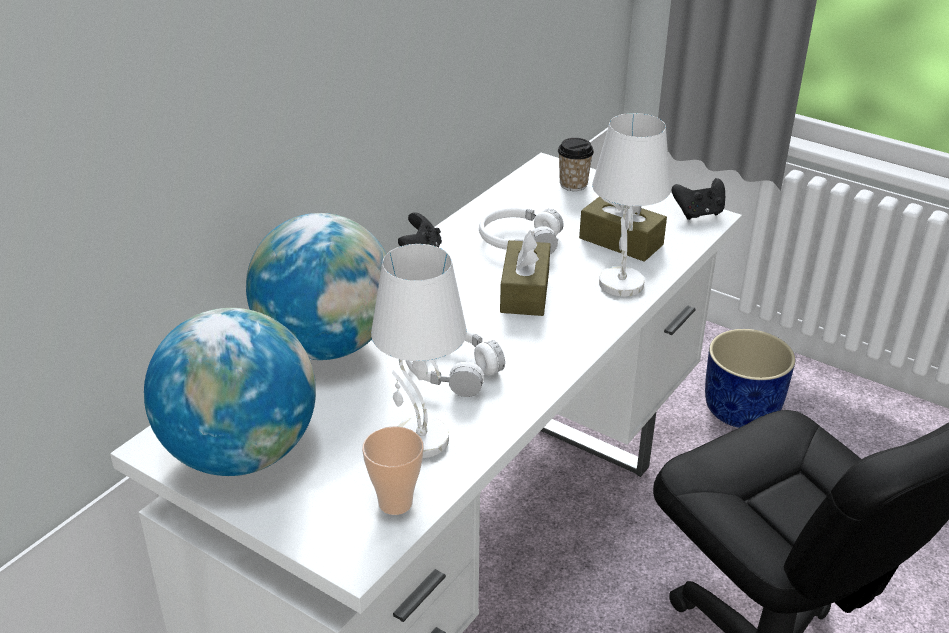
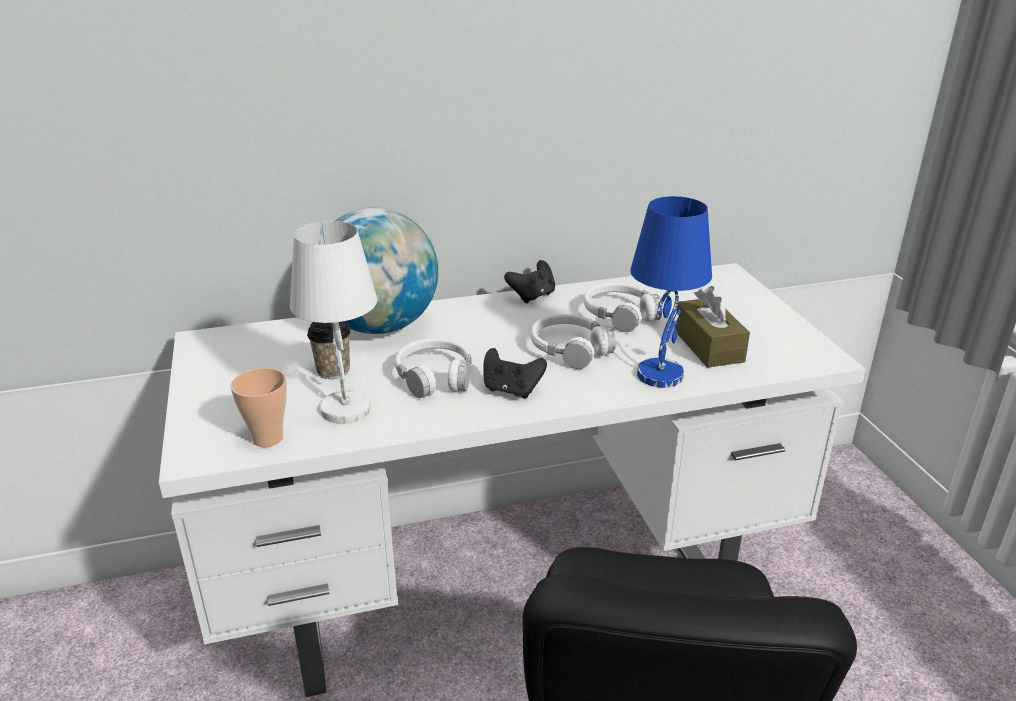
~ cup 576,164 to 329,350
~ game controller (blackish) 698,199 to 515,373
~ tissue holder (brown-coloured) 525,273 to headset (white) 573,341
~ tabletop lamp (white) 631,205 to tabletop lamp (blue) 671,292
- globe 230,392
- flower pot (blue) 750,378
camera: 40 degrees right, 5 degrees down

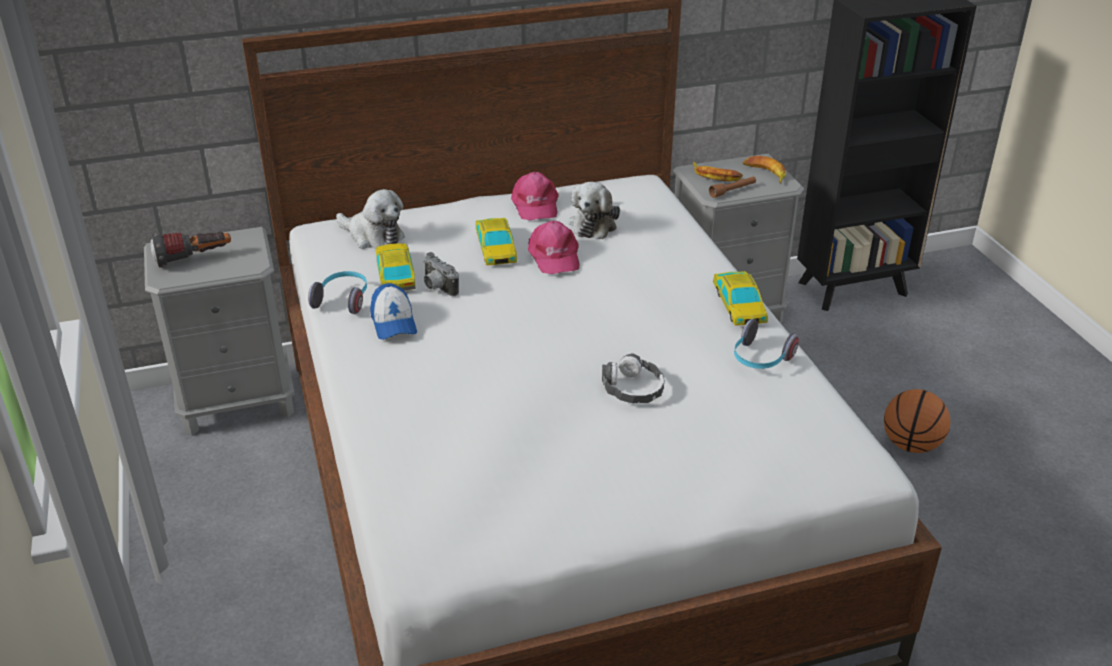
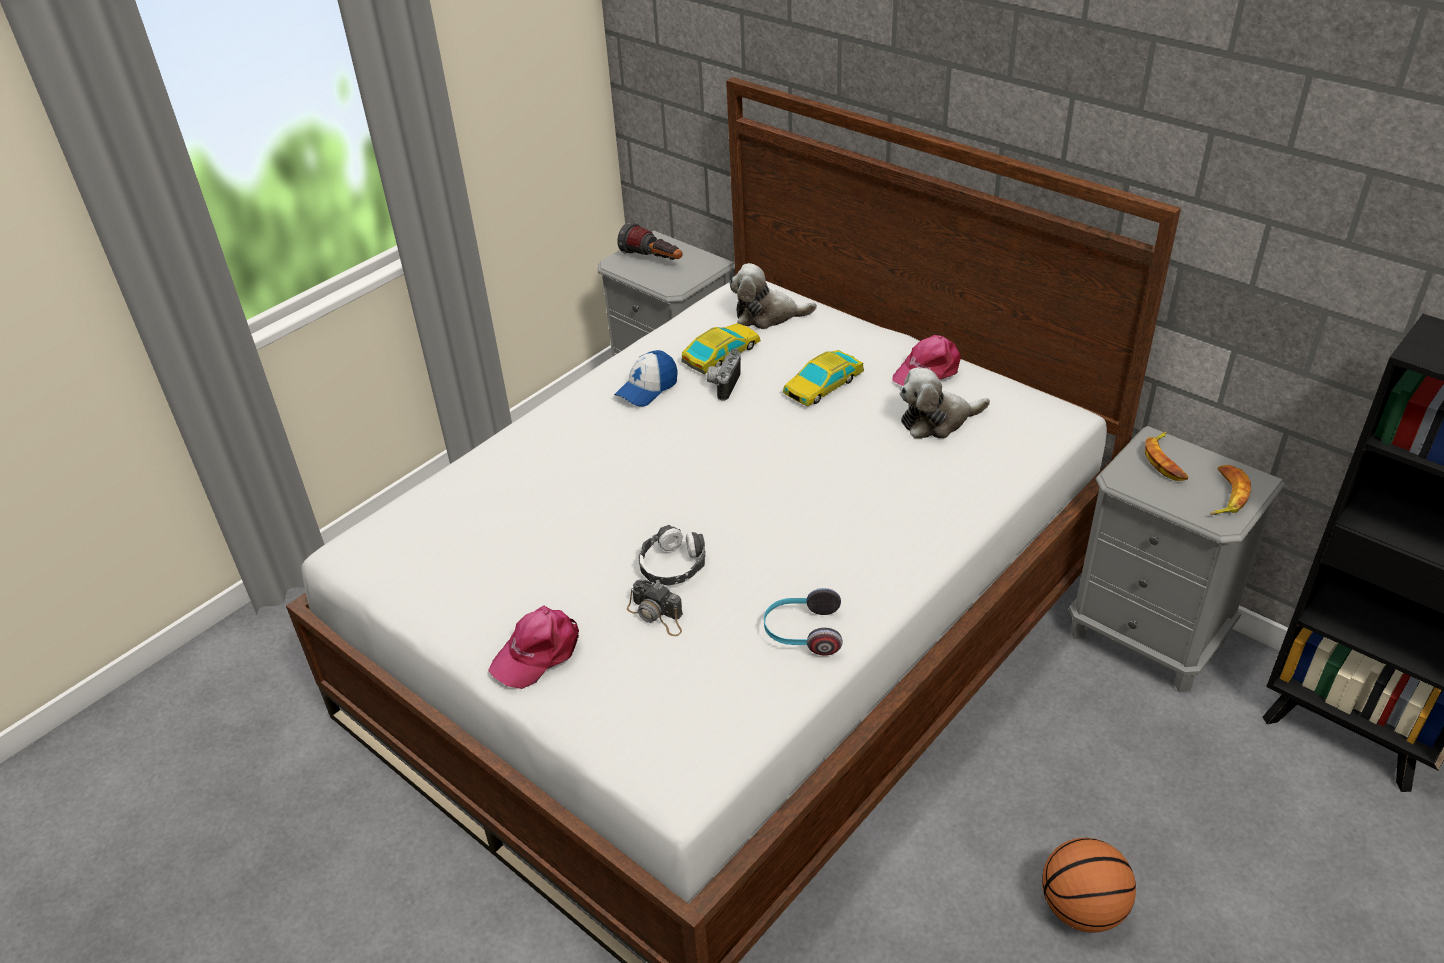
~ cap (pink) 554,247 to 533,647
+ still camera 655,608
~ soft toy 370,219 = 773,296 90 degrees clockwise
- headset 337,292
- hand torch (brown-coloured) 732,187
- miniature car 740,298
camera: 60 degrees right, 5 degrees up

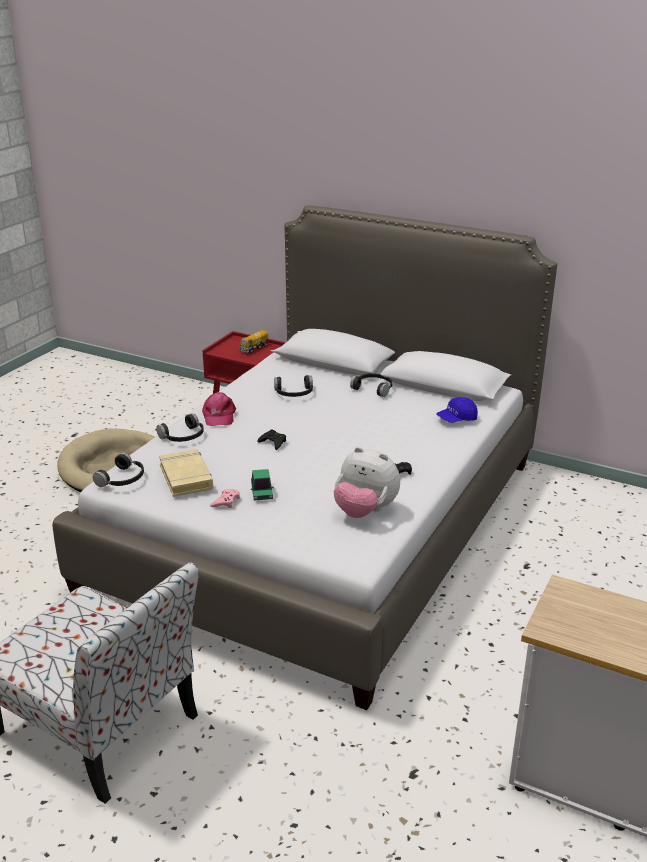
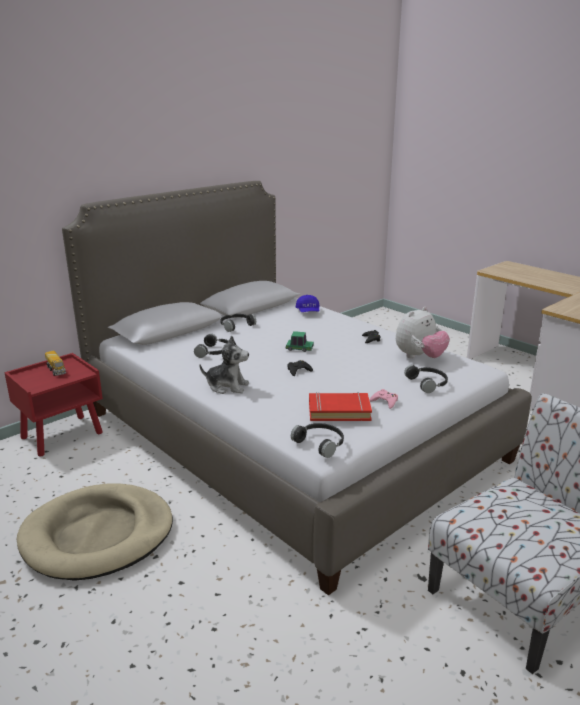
~ cap (pink) 219,409 to soft toy 224,365
~ miniature car 262,485 to 299,341
~ volume (beige) 186,473 to volume (red-coloured) 340,406
~ headset (blackish) 180,427 to 426,379
camera: 70 degrees left, 5 degrees down

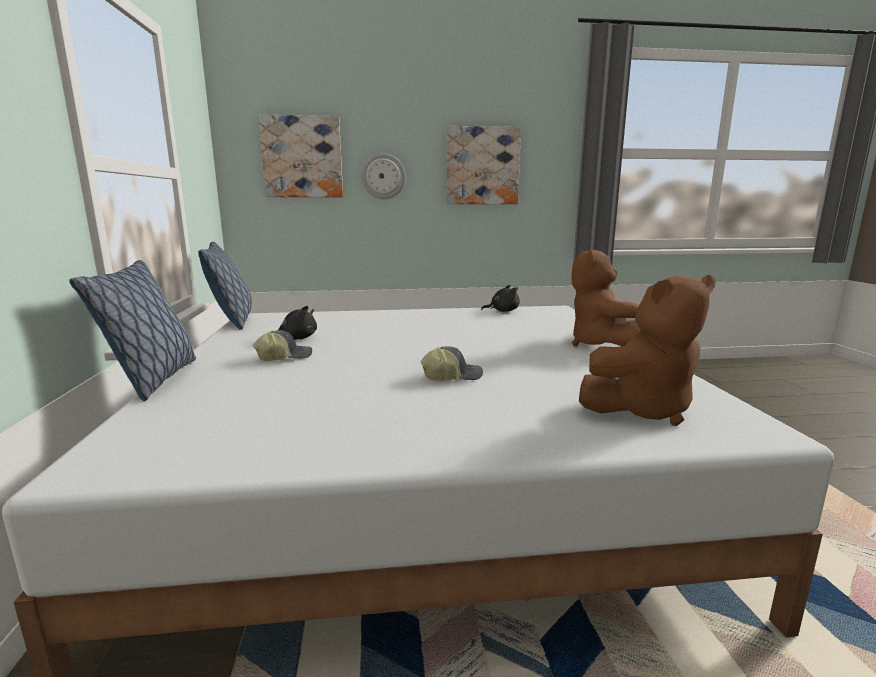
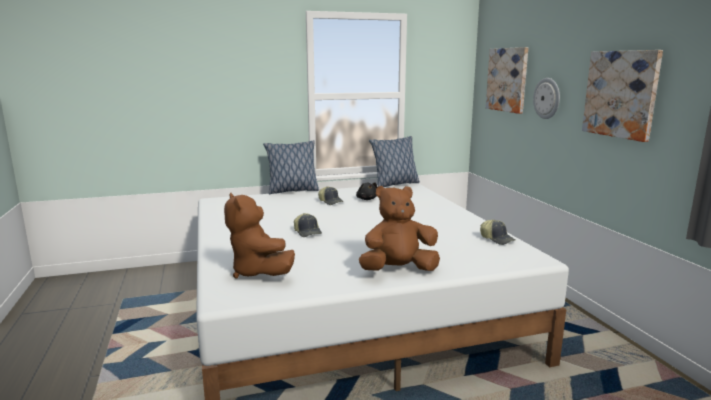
~ soft toy (blackish) 500,298 to cap 497,232
camera: 80 degrees right, 0 degrees up

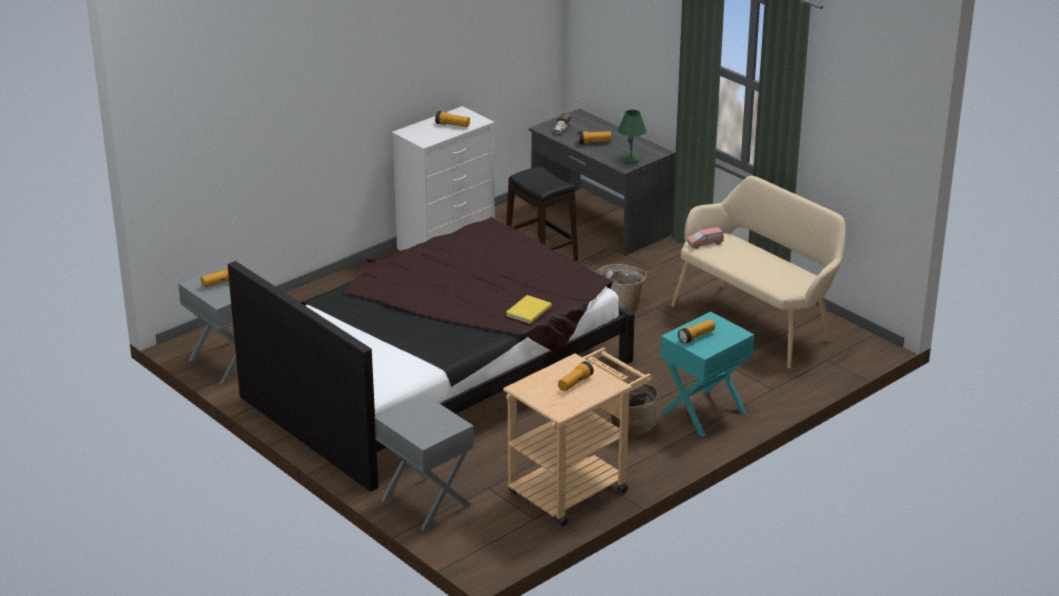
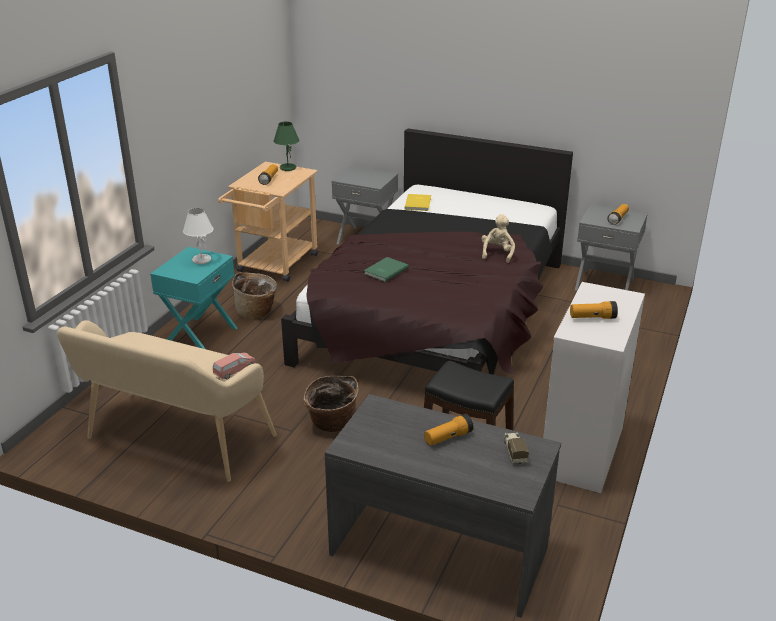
~ hand torch 696,331 to tabletop lamp (white) 198,236
~ tabletop lamp (green-coloured) 632,136 to 286,146
+ volume (green-coloured) 386,269
~ volume (yellow-coloured) 529,309 to 417,202
+ soft toy (beige) 498,238
camera: 155 degrees right, 0 degrees up

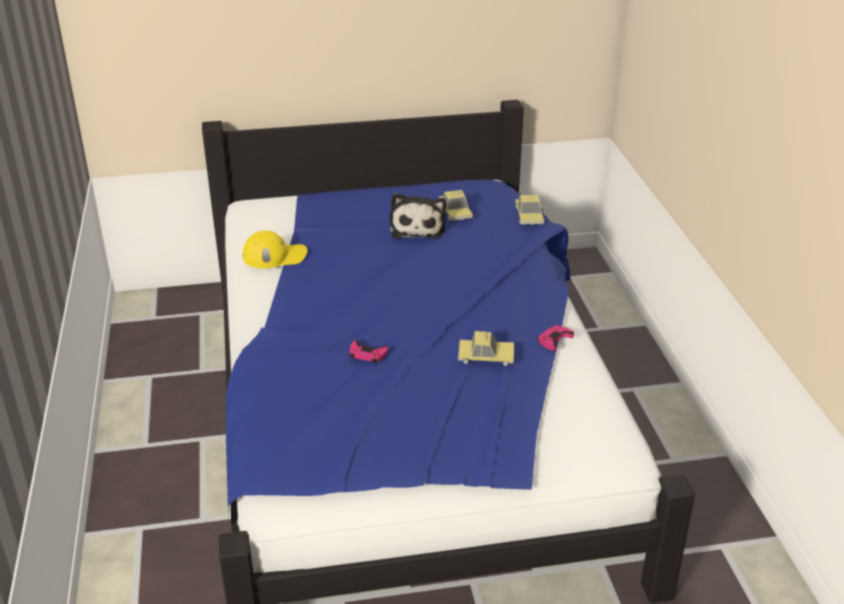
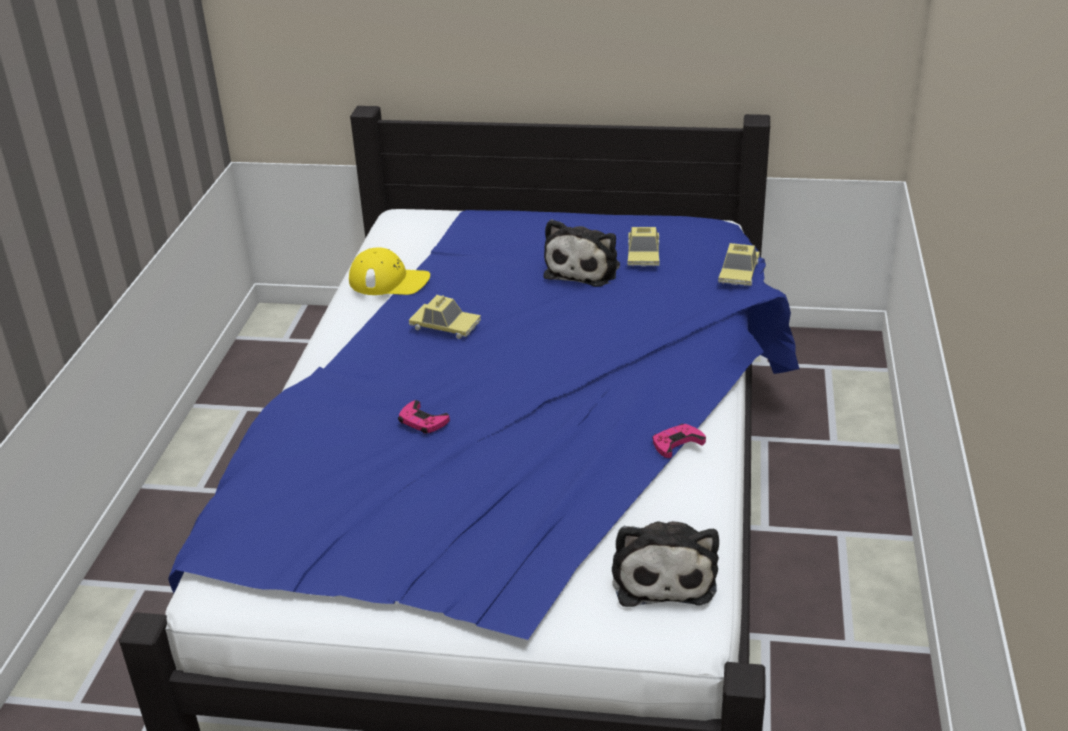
~ miniature car 486,348 to 445,317
+ soft toy 665,564
camera: 20 degrees right, 0 degrees up

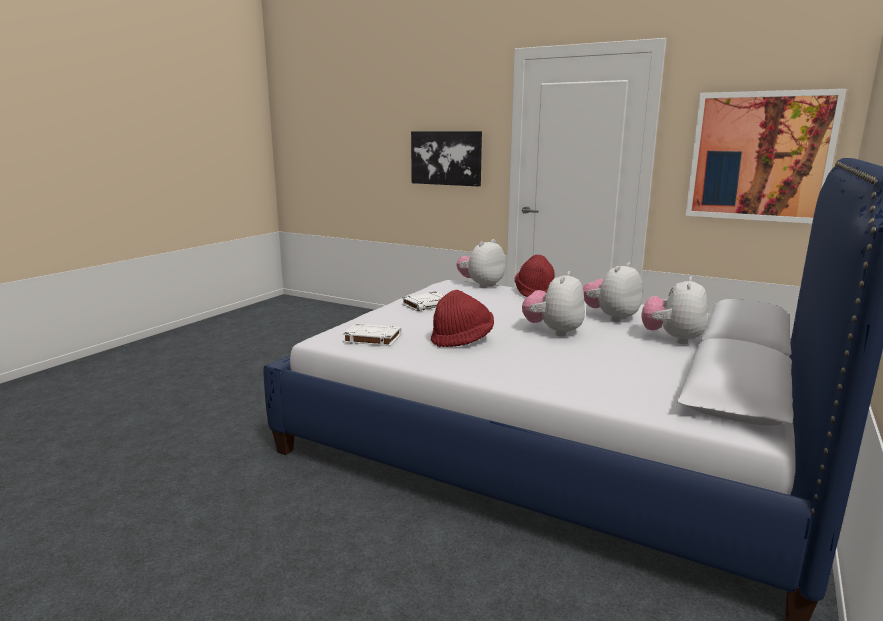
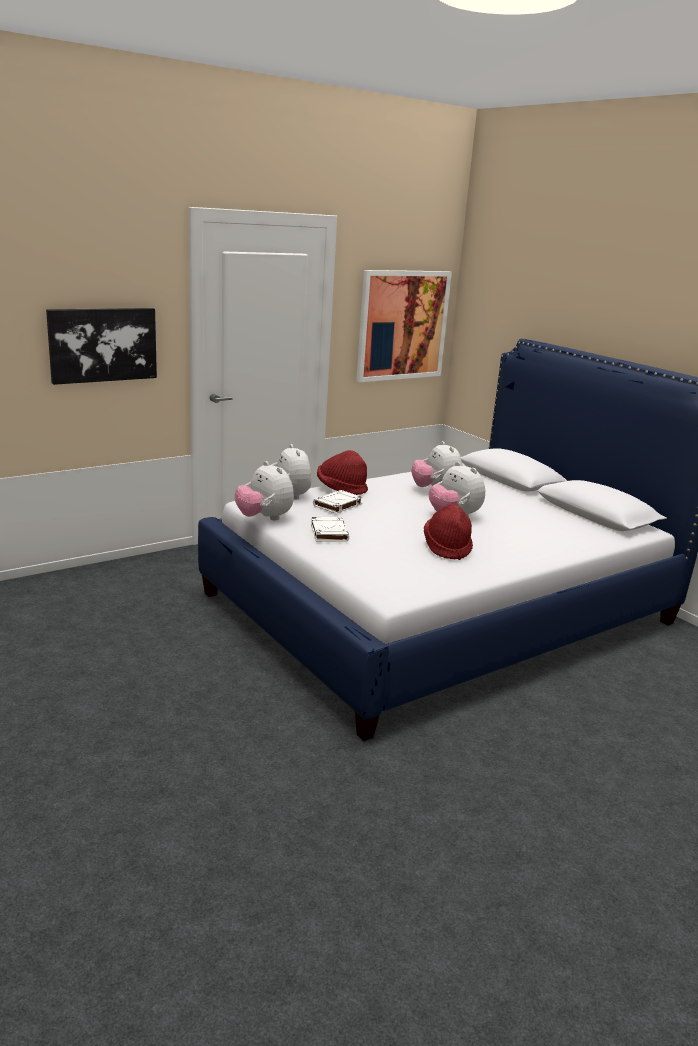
~ soft toy 674,310 to 264,490
~ volume (white) 372,335 to 338,502
camera: 65 degrees left, 5 degrees up

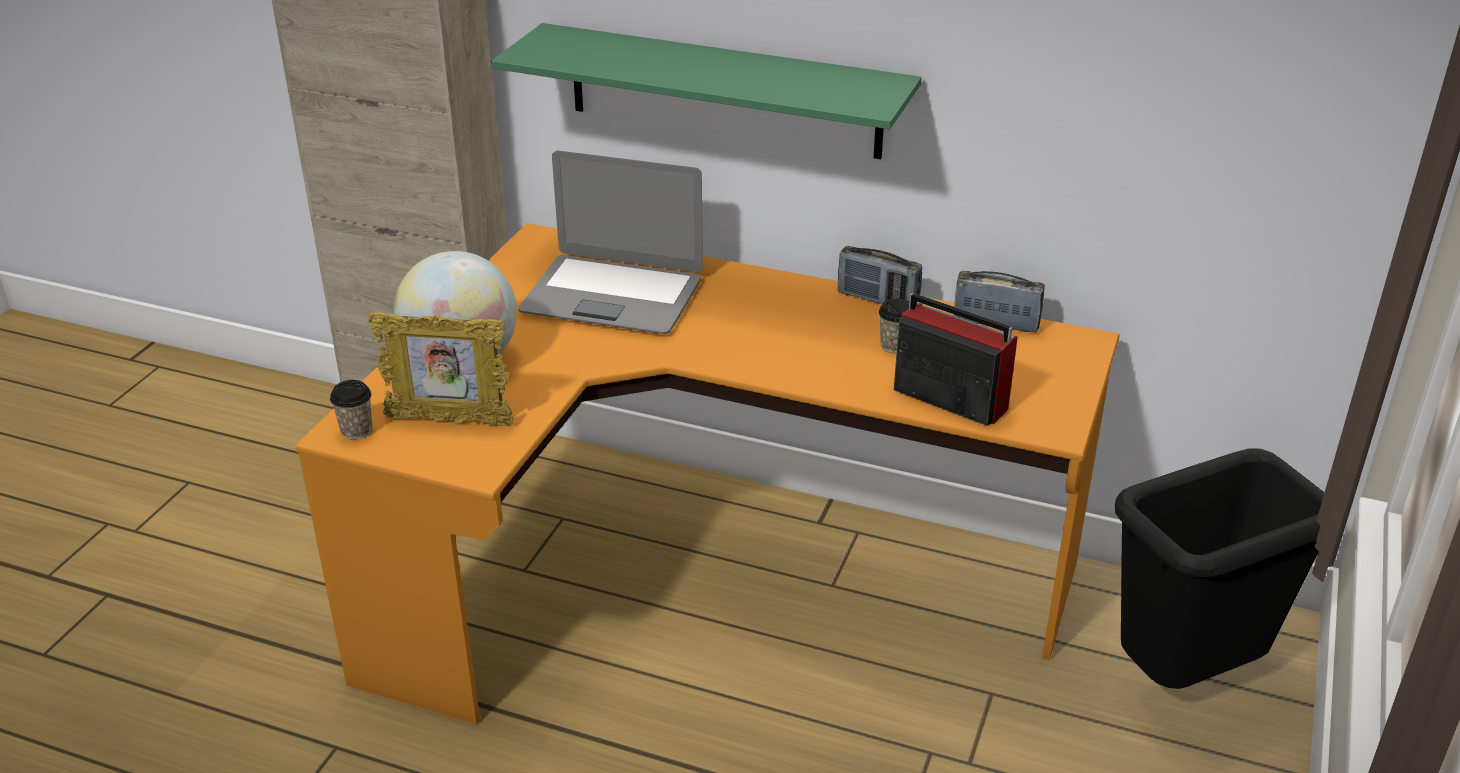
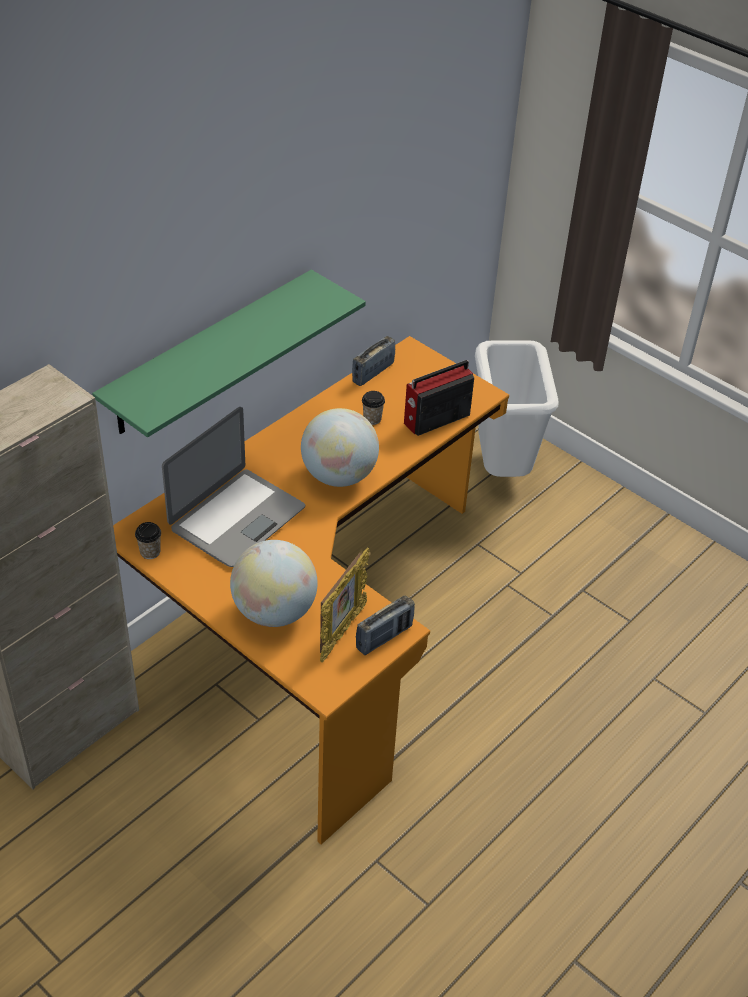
~ cup 351,409 to 148,540
+ globe 340,447
~ radio set 880,275 to 385,625
~ trash can (blackish) 1220,568 to trash can (white) 517,408
camera: 70 degrees left, 10 degrees up

